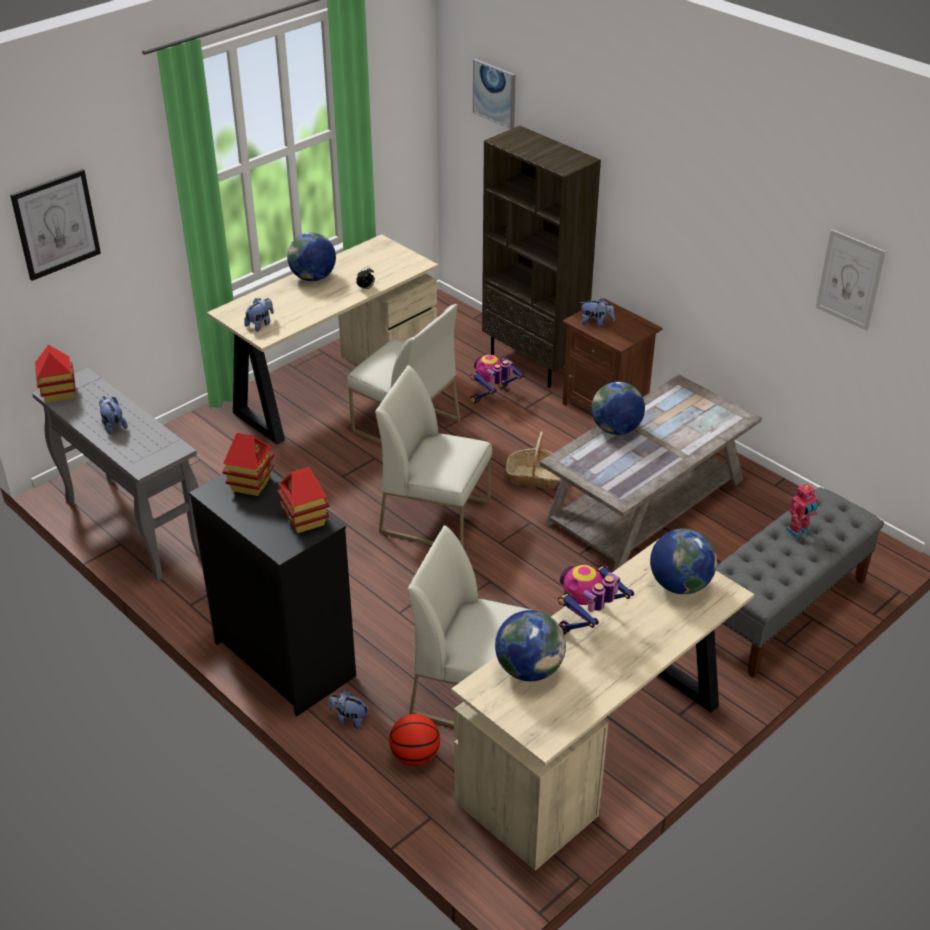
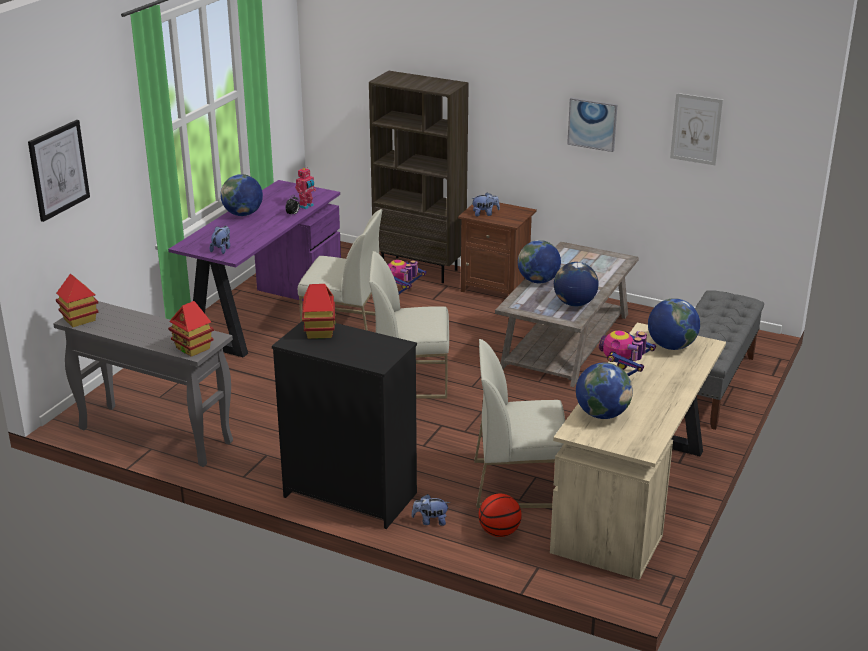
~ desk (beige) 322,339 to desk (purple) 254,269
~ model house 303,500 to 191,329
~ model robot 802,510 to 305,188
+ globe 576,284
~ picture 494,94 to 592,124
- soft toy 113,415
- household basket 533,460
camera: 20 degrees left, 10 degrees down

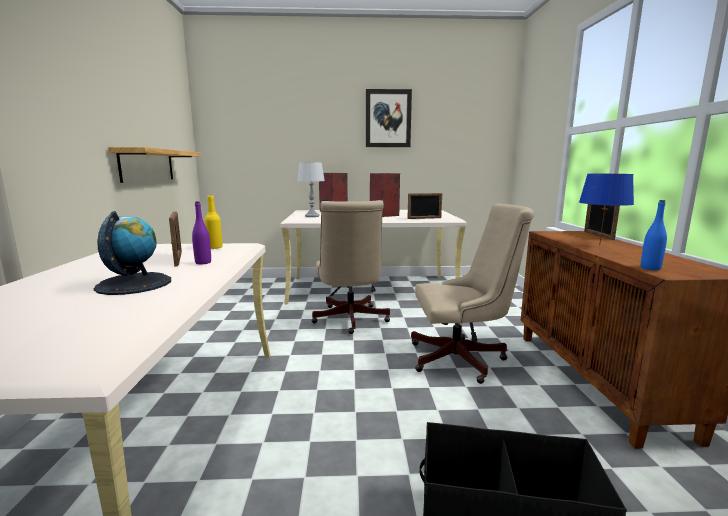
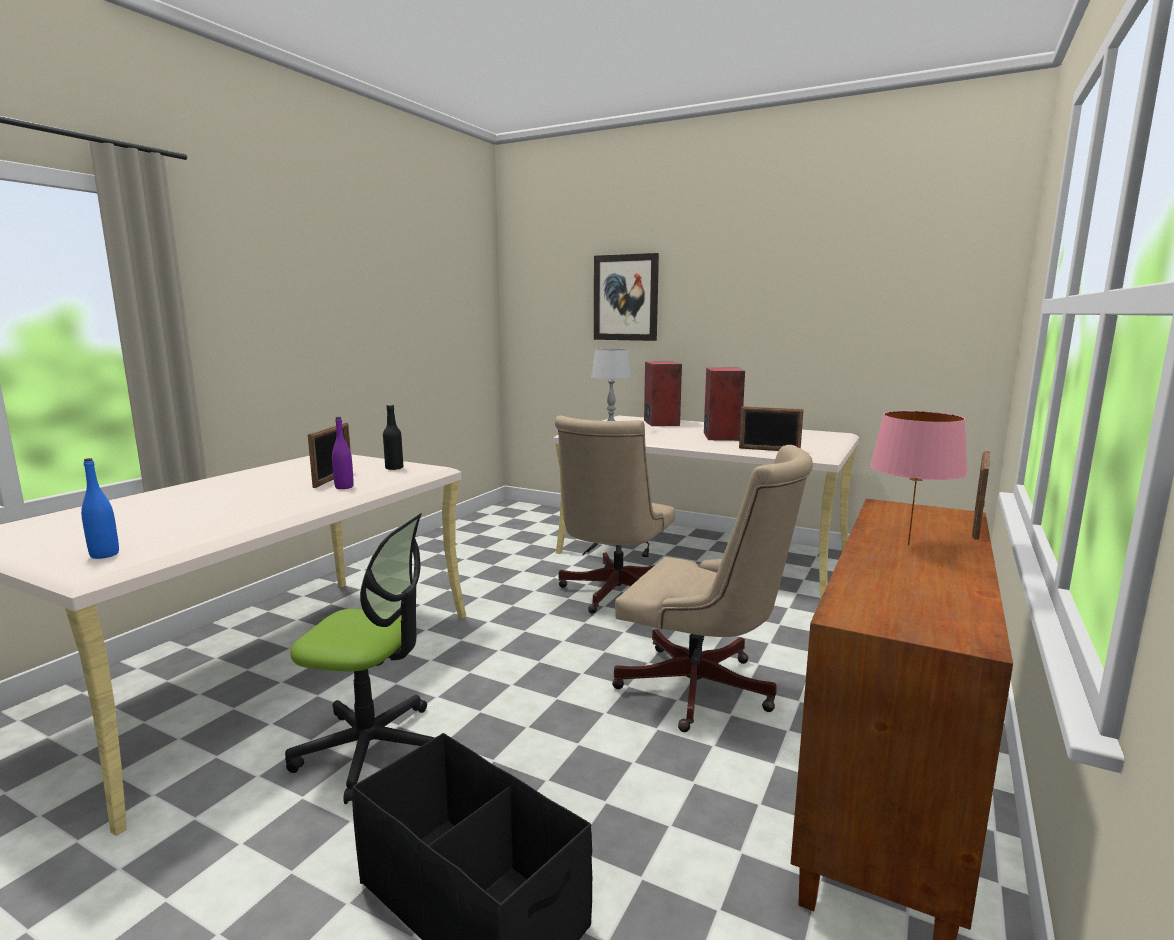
~ bottle (blue) 654,235 to 100,508
+ computer chair 360,658
~ bottle (yellow-coloured) 214,222 to bottle (blackish) 393,437
~ picture 389,118 to 626,297
~ tabletop lamp (blue) 606,209 to tabletop lamp (pink) 919,478
- globe 132,253
- wall shelf 154,165
camera: 30 degrees right, 0 degrees up

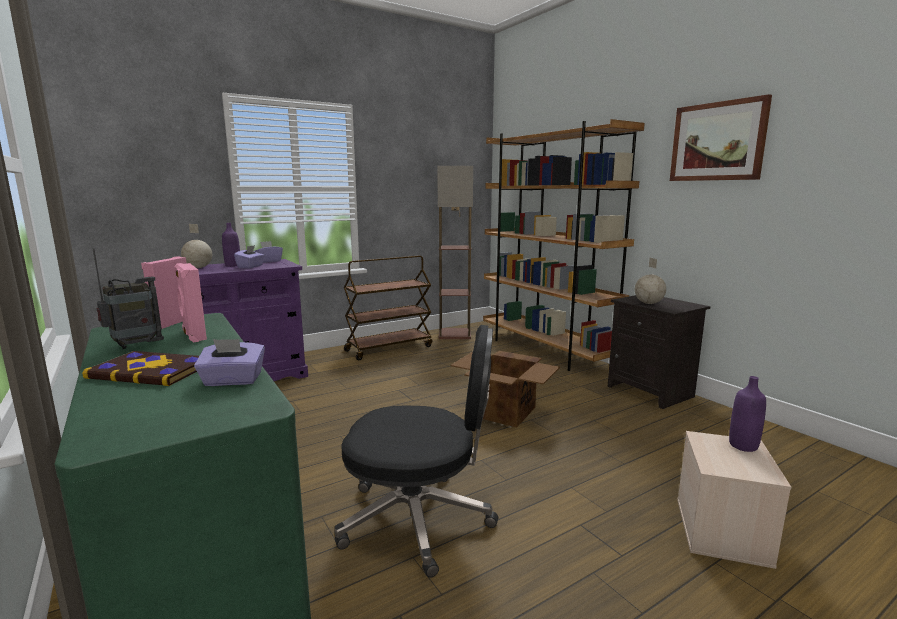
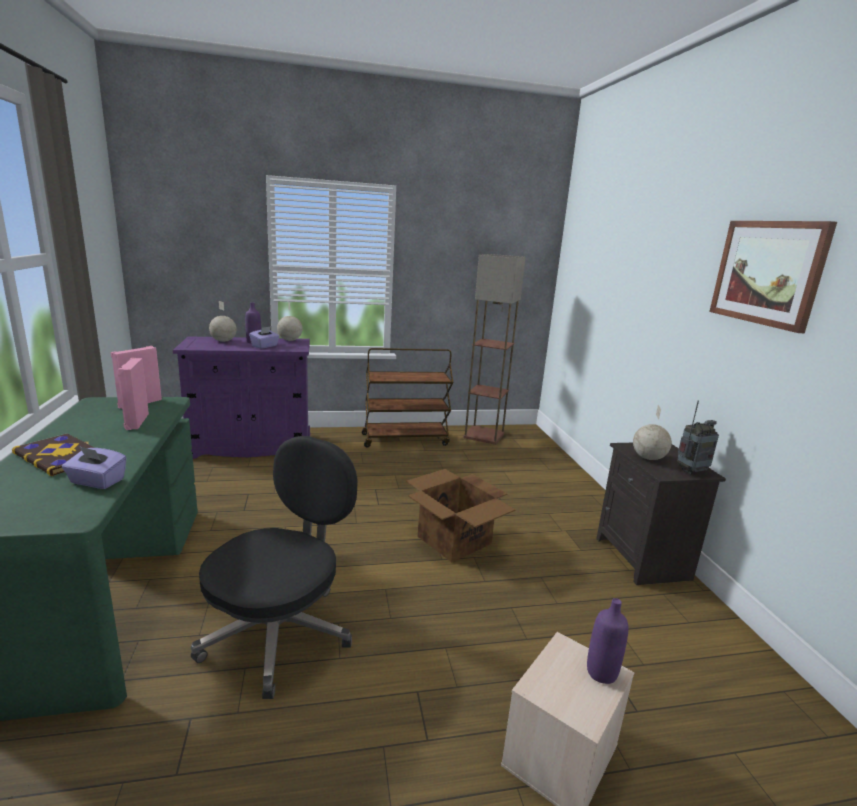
~ computer chair (blackish) 416,451 = 274,567 90 degrees counterclockwise
~ tissue holder (purple) 268,252 to globe 289,321
~ radio set 128,299 to 698,437
- shelving unit (brown-coloured) 564,245
camera: 20 degrees right, 5 degrees up

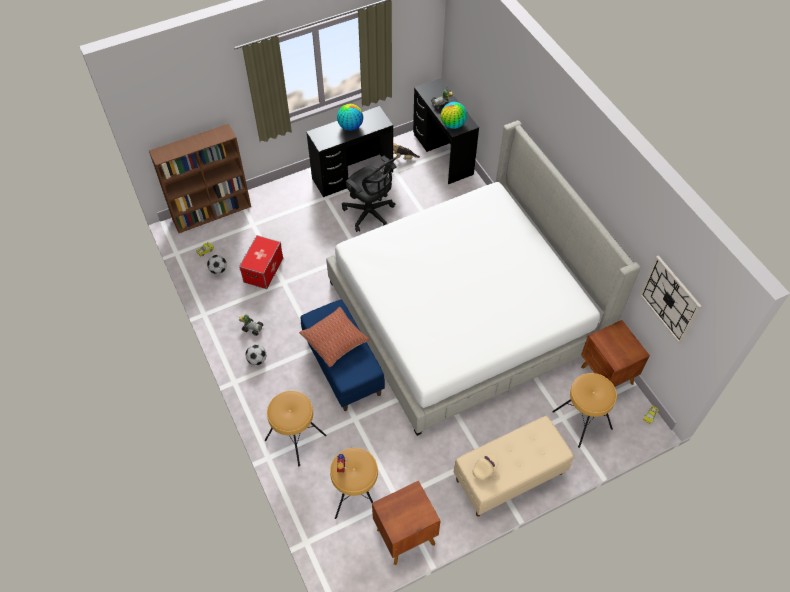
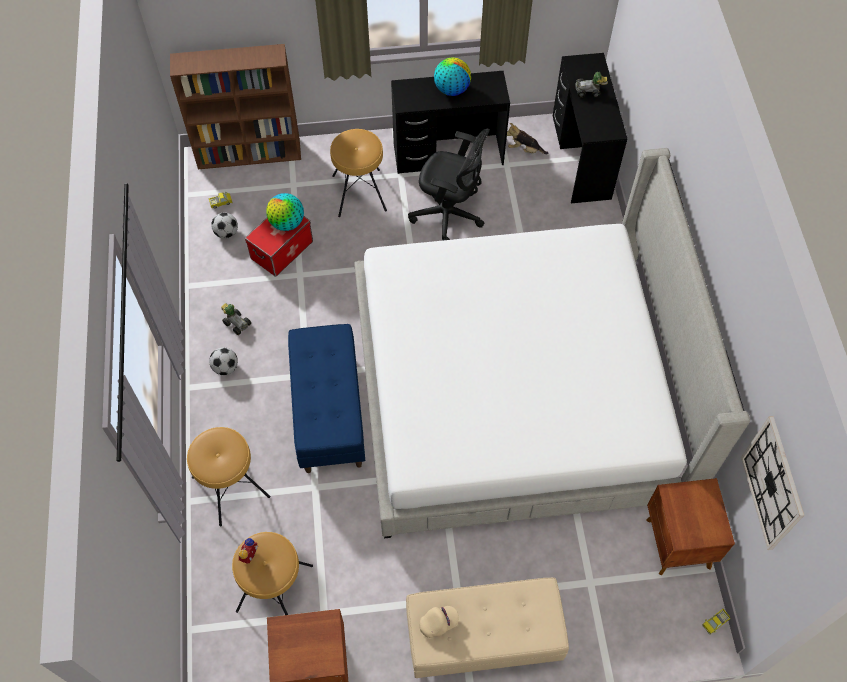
~ globe 454,115 to 285,212
~ stool (brown-coloured) 585,410 to 358,173
~ computer chair (blackish) 369,194 = 449,185 45 degrees counterclockwise
- throw pillow 334,337
camera: 20 degrees right, 5 degrees up

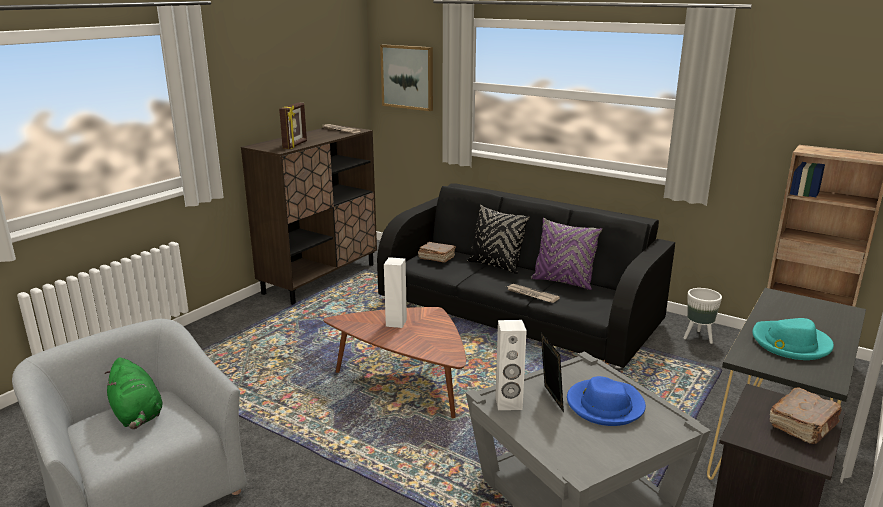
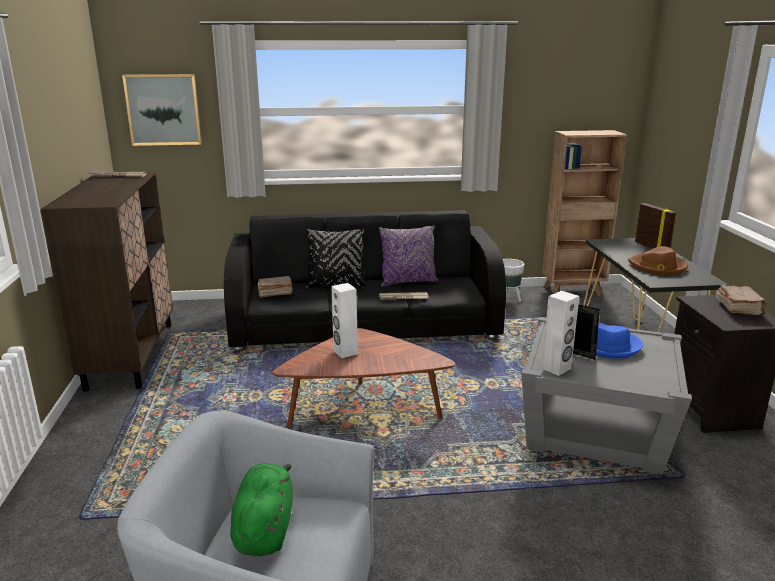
~ soft toy (green-coloured) 133,393 = 261,510 105 degrees counterclockwise
~ wearable hat (turquoise) 793,339 to wearable hat (brown-coloured) 658,260
~ photo frame 293,126 to 656,226
camera: 40 degrees left, 0 degrees up

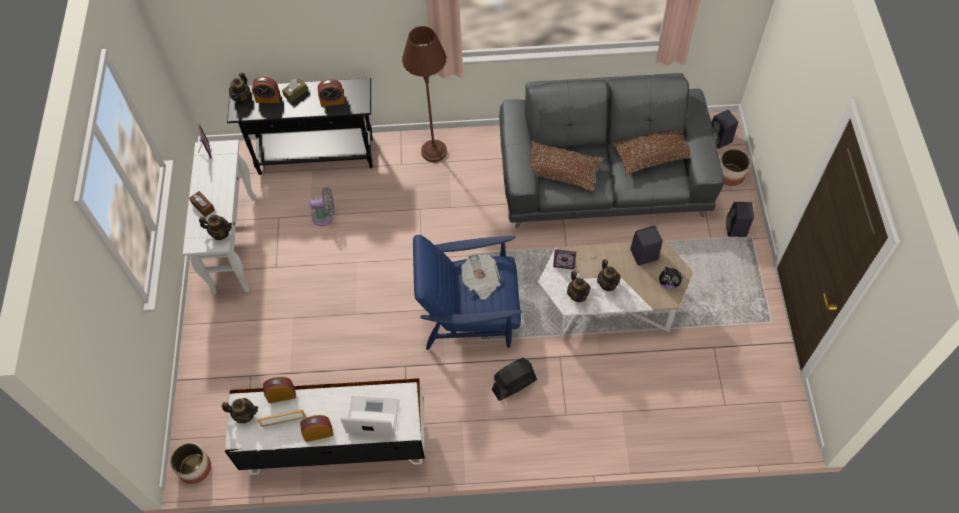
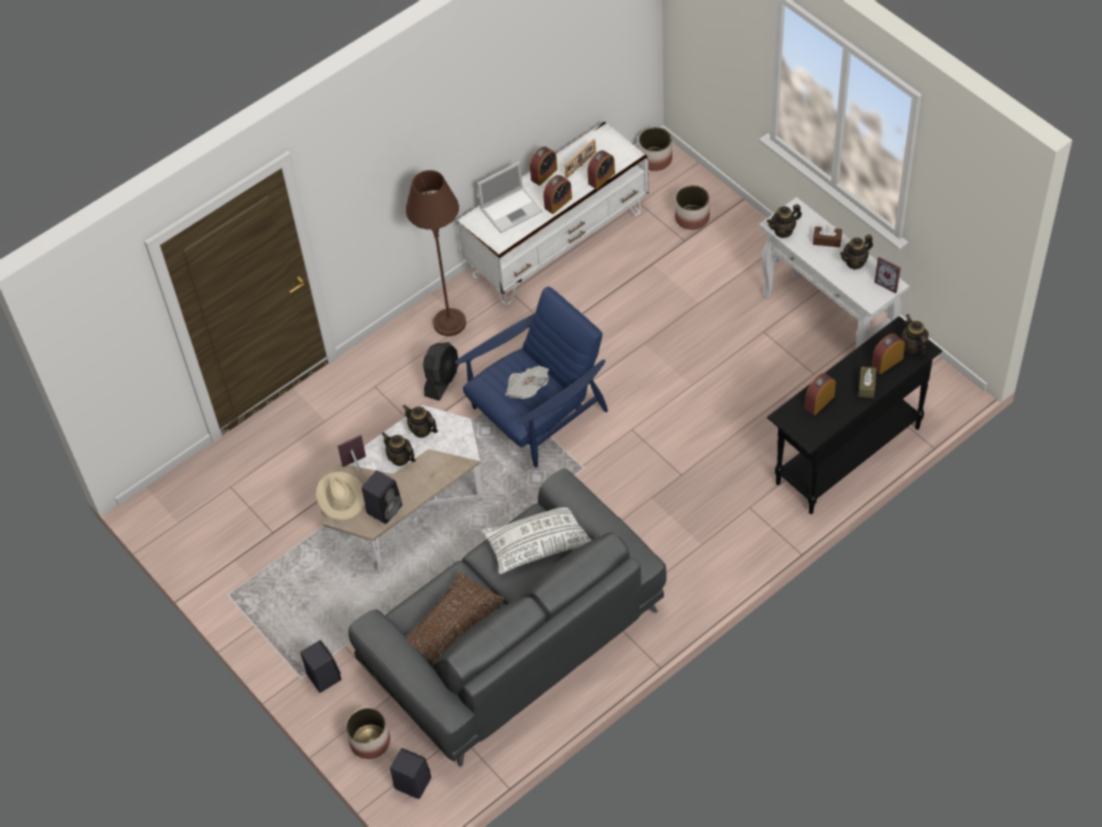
~ soft toy 671,278 to wearable hat (beige) 340,496
~ photo frame 564,259 to 352,453
~ floor lamp (brown-coloured) 424,94 to 436,253
~ throw pillow (brown-coloured) 567,166 to throw pillow (white) 536,540
+ table clock 557,194
+ flower pot 692,207
~ teapot 240,410 to 856,252
- electric fan (gray) 322,206
camera: 145 degrees right, 5 degrees down

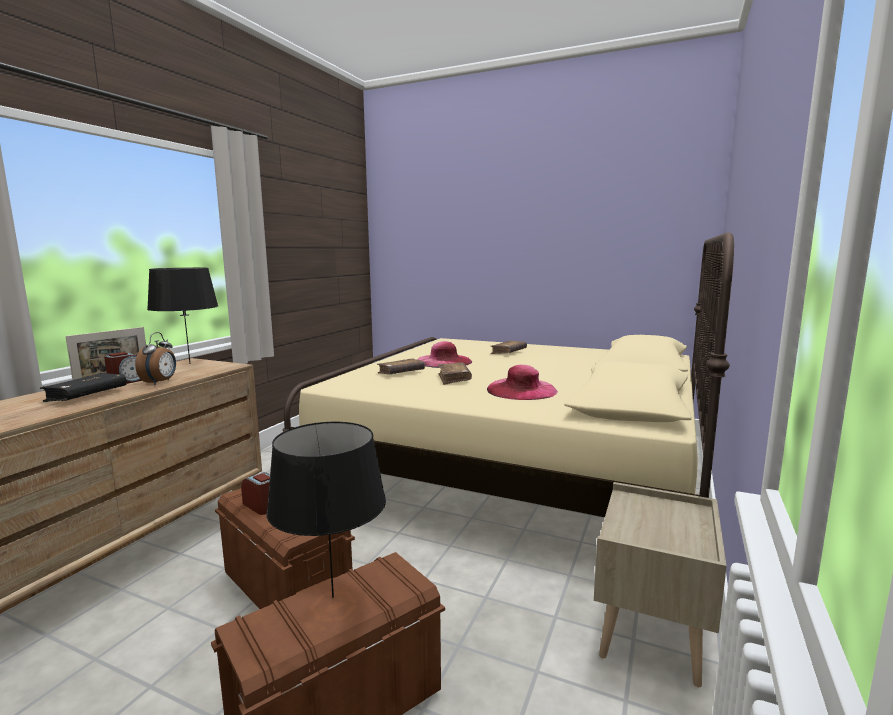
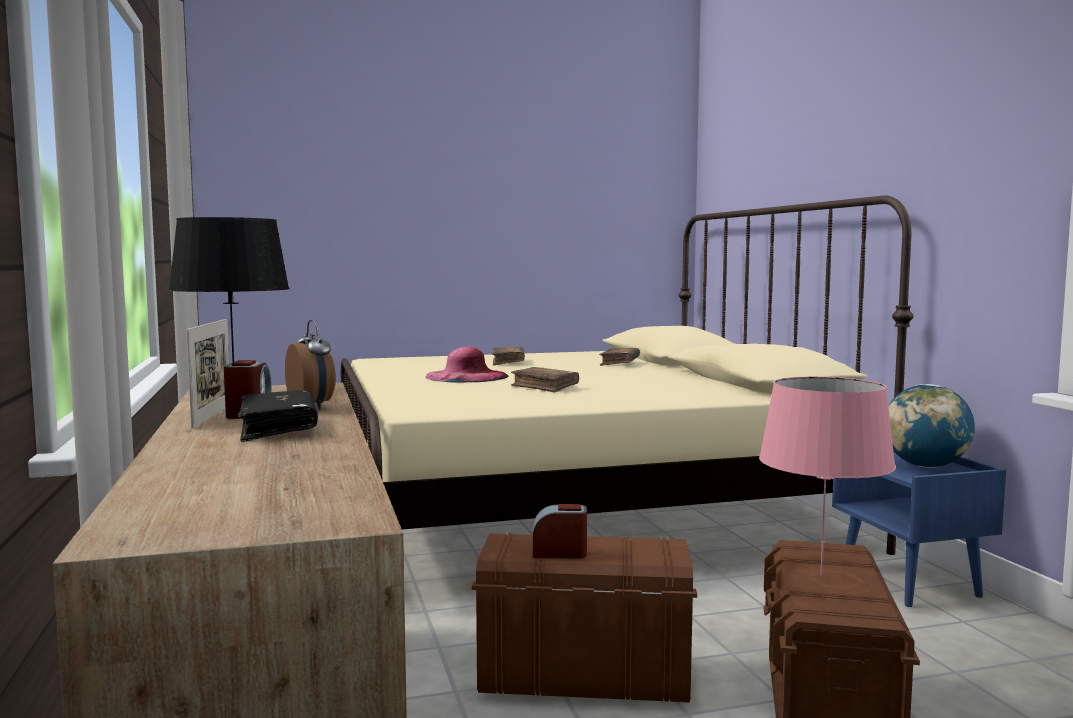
~ volume (brown-coloured) 401,366 to 619,357
~ tabletop lamp (blackish) 326,510 to tabletop lamp (pink) 827,476
~ night table (beige) 660,584 to night table (blue) 919,529
+ globe 931,426
- wearable hat (pink) 522,382
camera: 40 degrees left, 5 degrees down

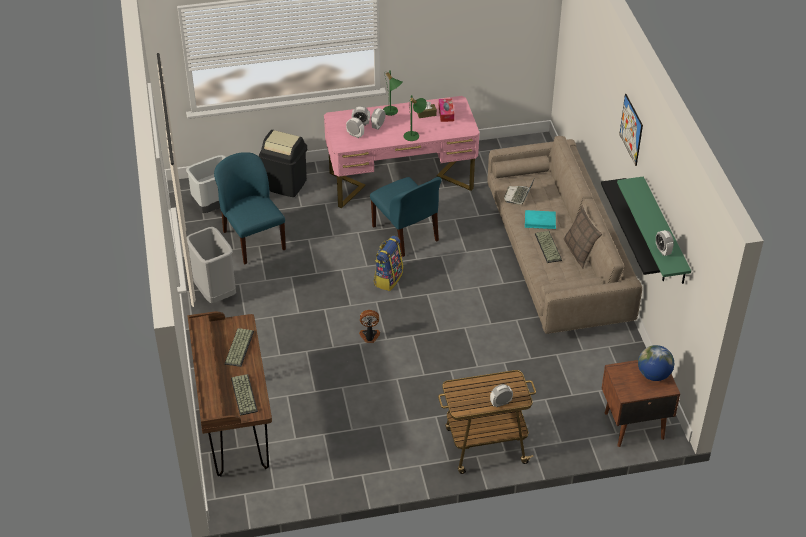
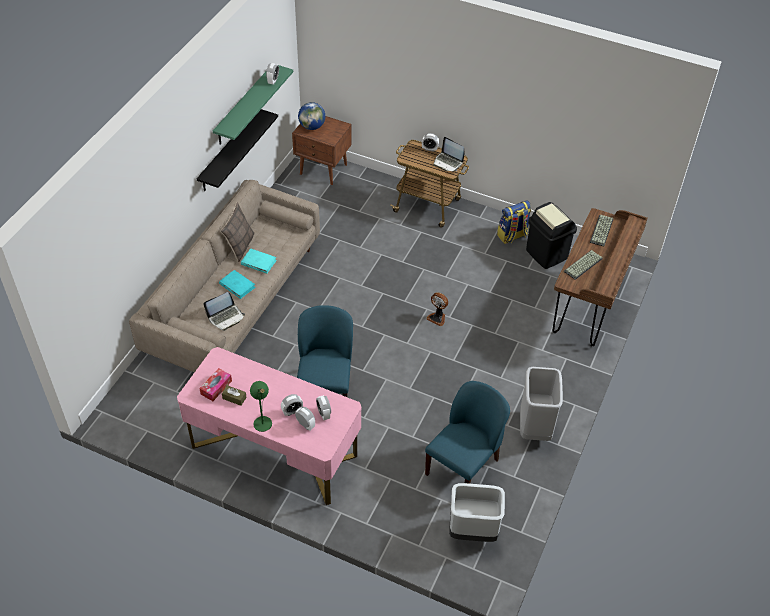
~ keyboard 548,247 to volume (turquoise) 259,261
~ chair (blue) 250,208 = 467,432 150 degrees counterclockwise
+ portable computer 448,154
~ rucksack 388,263 to 514,222
~ trash can (blackish) 283,163 to 551,235
- tabletop lamp (green-coloured) 415,118
- picture 631,130
camera: 145 degrees left, 5 degrees up

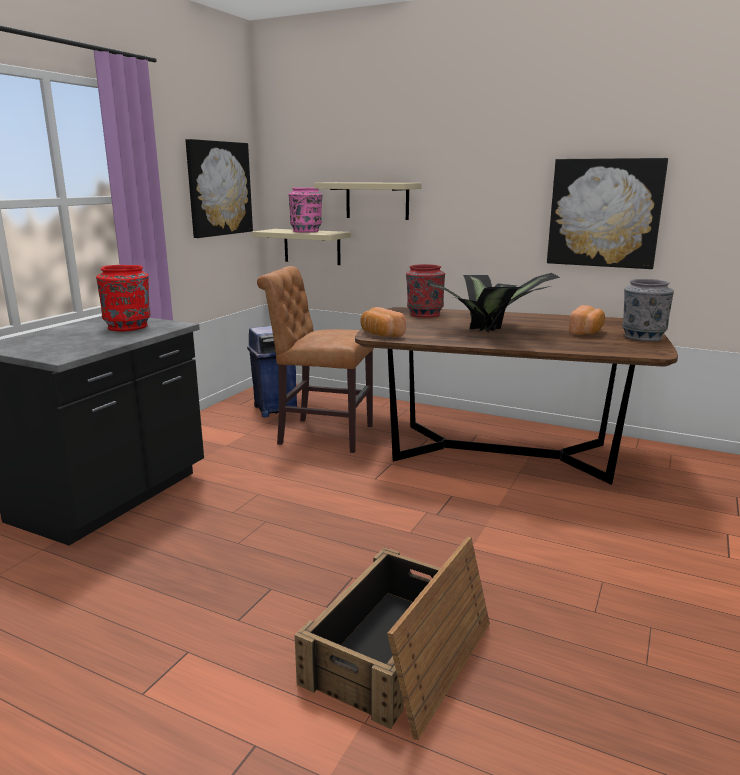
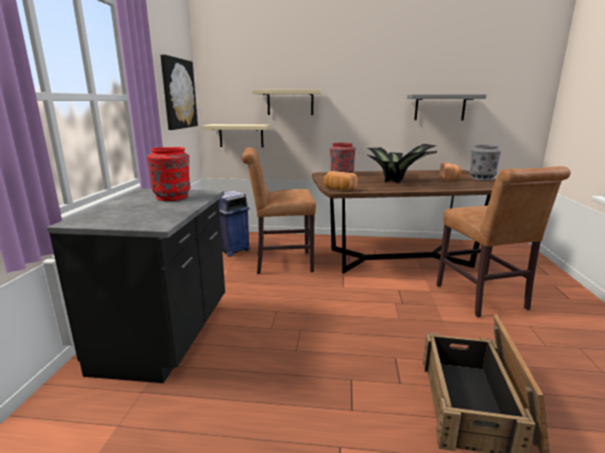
~ picture 607,213 to wall shelf (gray) 447,107
+ chair (brown-coloured) 503,241
- vase (pink) 305,209
camera: 20 degrees left, 0 degrees up

